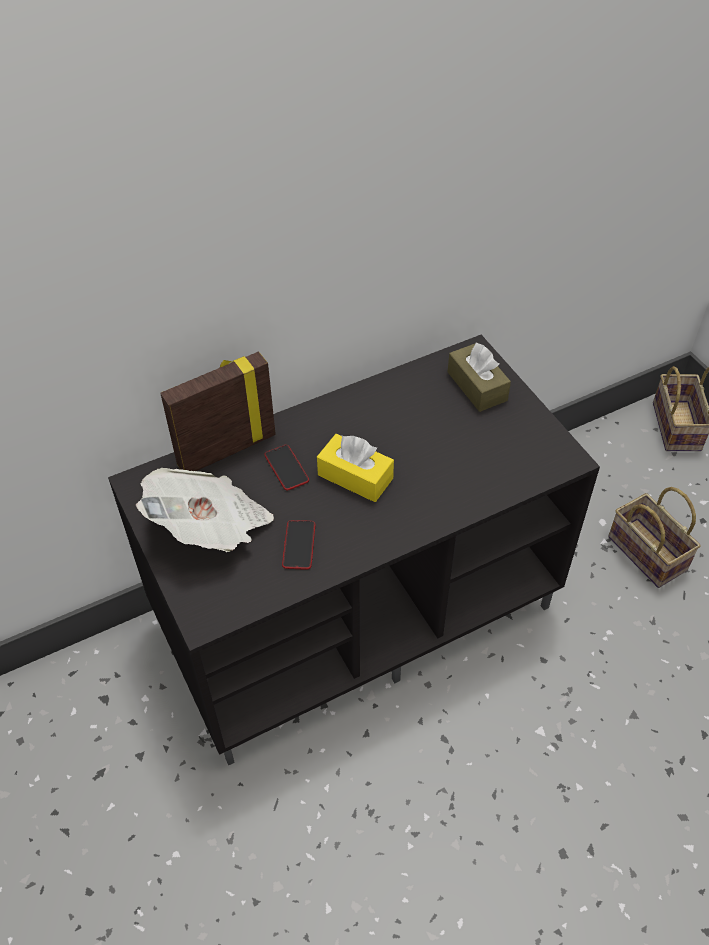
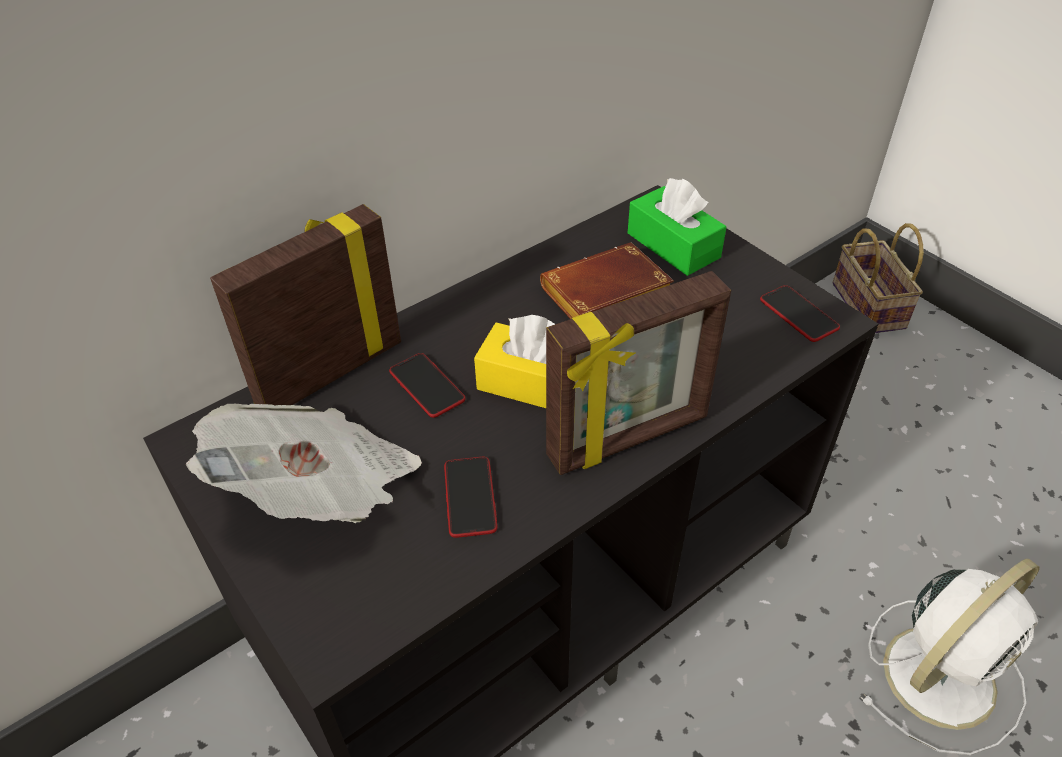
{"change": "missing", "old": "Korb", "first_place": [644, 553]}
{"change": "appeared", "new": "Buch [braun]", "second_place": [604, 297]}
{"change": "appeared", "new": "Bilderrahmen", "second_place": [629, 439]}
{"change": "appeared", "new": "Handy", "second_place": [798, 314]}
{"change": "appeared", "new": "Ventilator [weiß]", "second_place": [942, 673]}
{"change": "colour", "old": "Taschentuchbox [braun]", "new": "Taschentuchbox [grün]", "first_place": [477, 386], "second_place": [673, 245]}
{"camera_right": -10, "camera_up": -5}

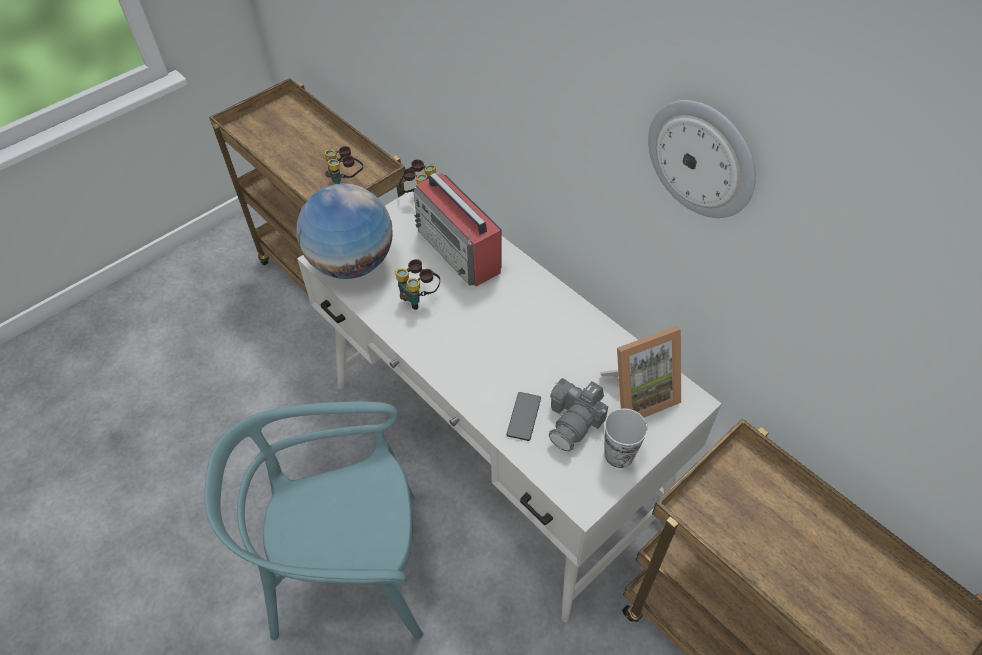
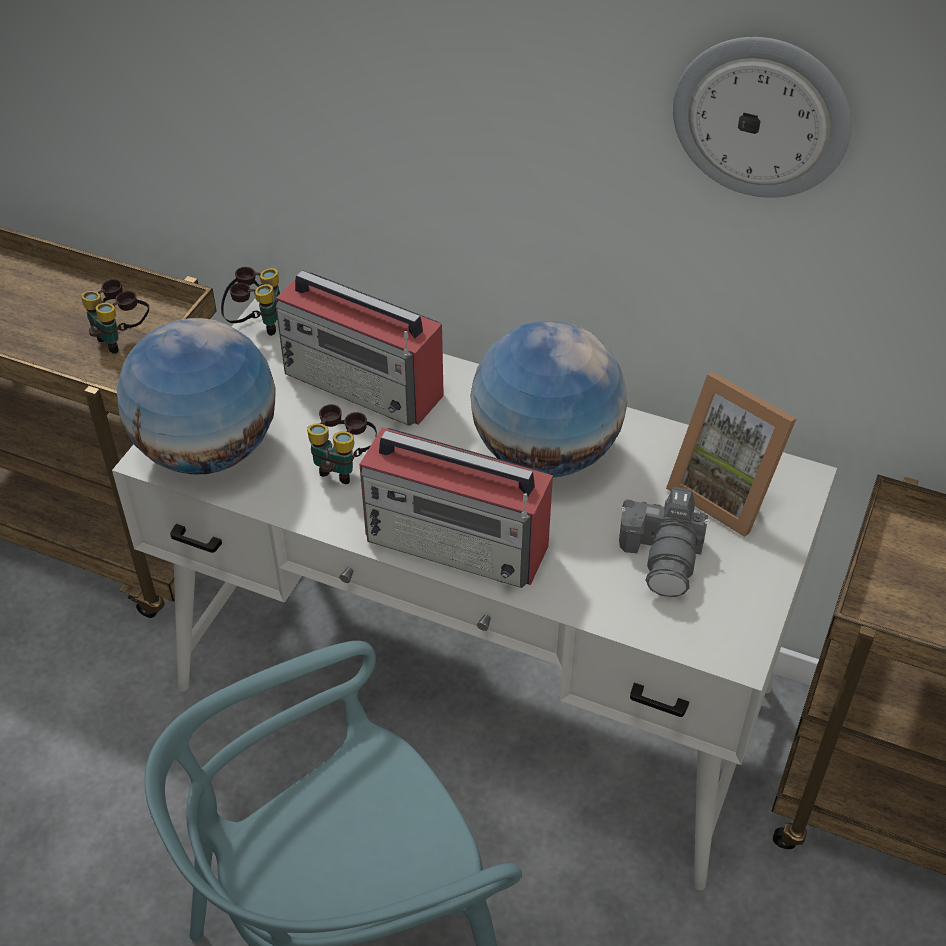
{"change": "missing", "old": "Handy", "first_place": [524, 417]}
{"change": "missing", "old": "Tasse", "first_place": [619, 454]}
{"change": "appeared", "new": "Radio", "second_place": [458, 543]}
{"change": "appeared", "new": "Globus", "second_place": [544, 453]}
{"change": "spun", "old": "Bilderrahmen", "first_place": [639, 394], "second_place": [727, 492], "degrees": 90}
{"camera_right": -25, "camera_up": -5}

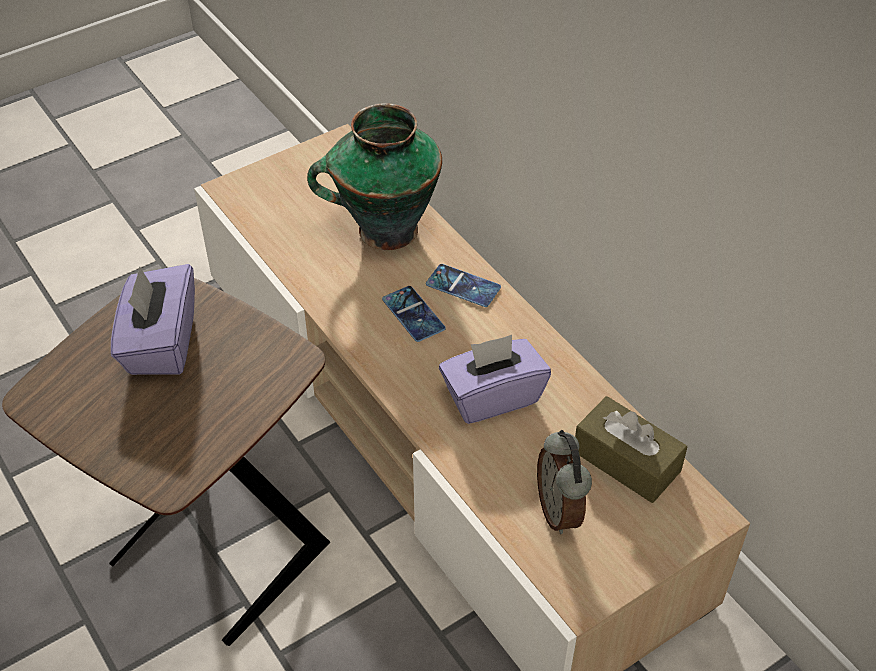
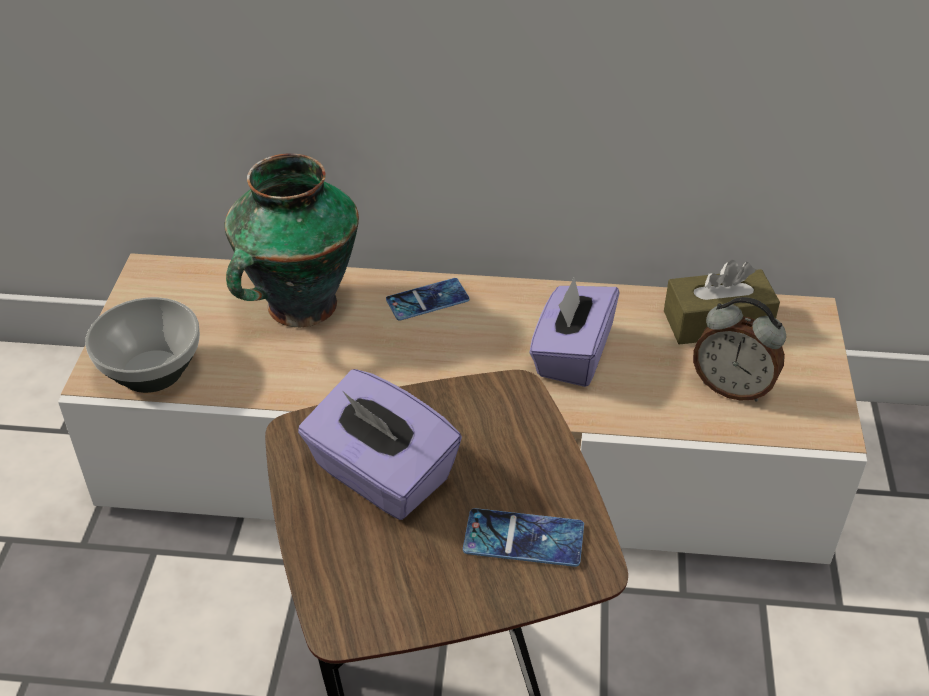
{"change": "appeared", "new": "Schüssel", "second_place": [153, 373]}
{"change": "relocated", "old": "Handy", "first_place": [413, 314], "second_place": [523, 538]}
{"camera_right": -50, "camera_up": -5}

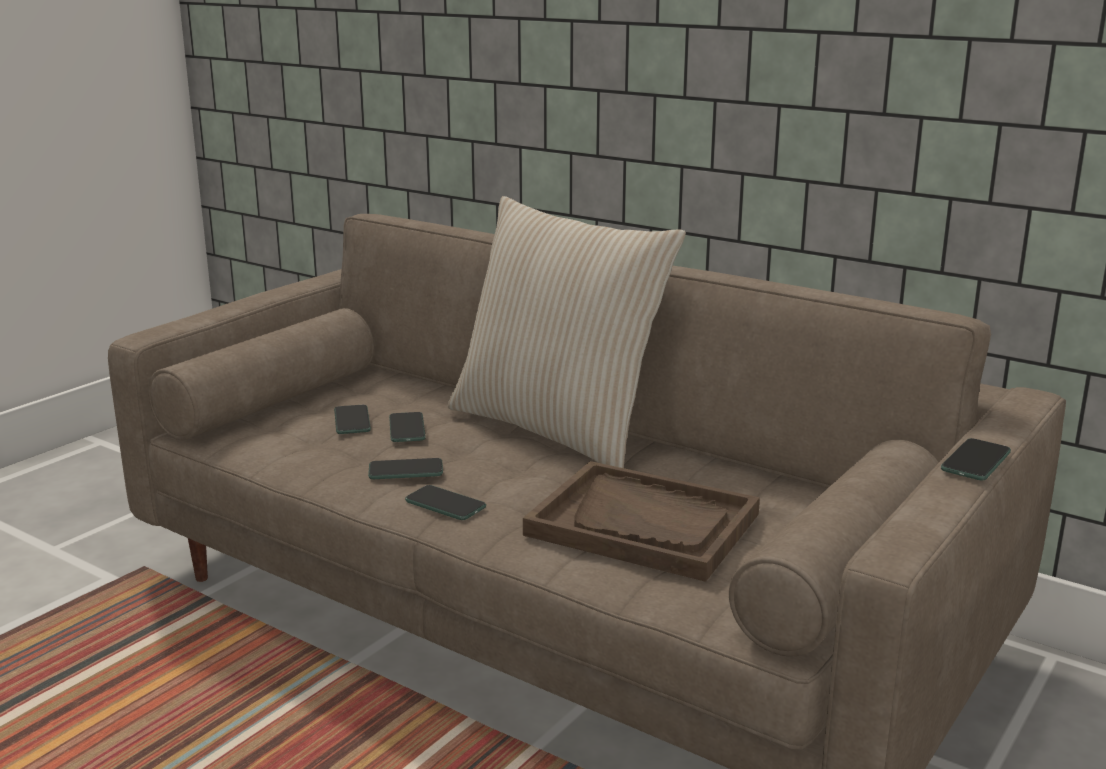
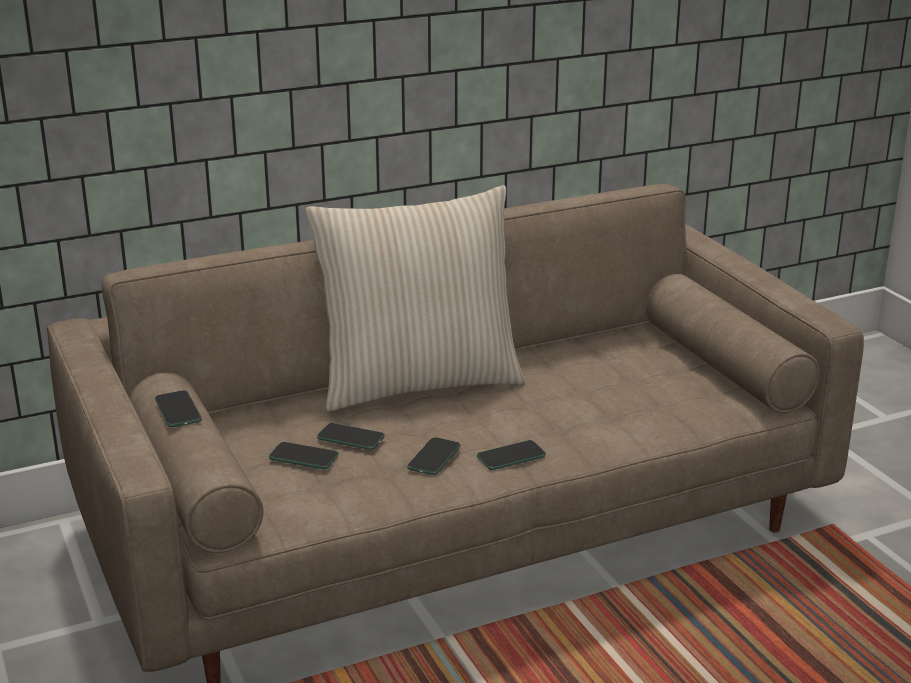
{"change": "missing", "old": "Tablett [braun]", "first_place": [643, 524]}
{"change": "relocated", "old": "Handy", "first_place": [975, 461], "second_place": [178, 410]}
{"camera_right": -60, "camera_up": 5}

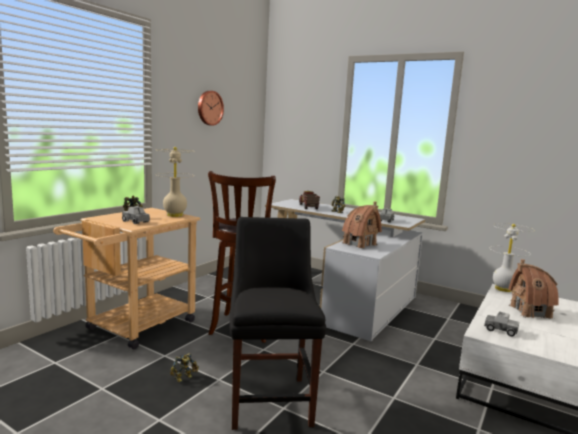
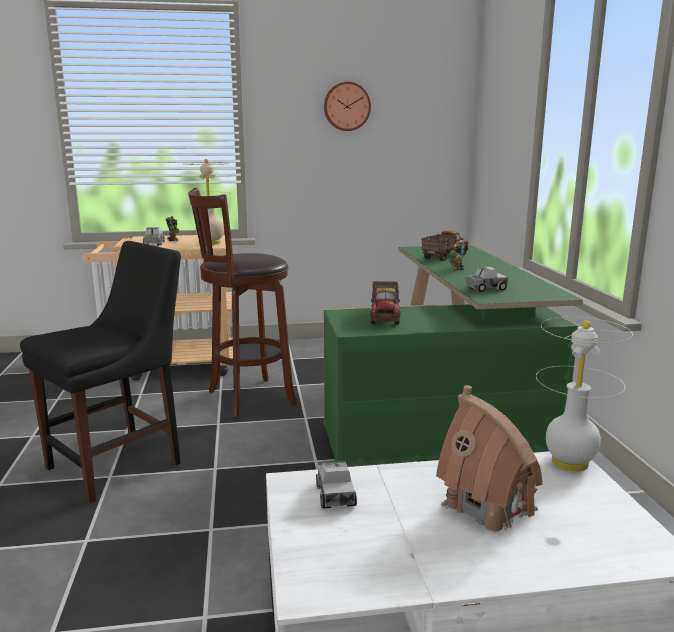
{"change": "missing", "old": "Spielzeugroboter", "first_place": [184, 378]}
{"change": "exchanged", "old": "Spielzeughaus", "new": "Spielzeuglaster", "first_place": [359, 244], "second_place": [385, 316]}
{"change": "colour", "old": "Schreibtisch [weiß]", "new": "Schreibtisch [grün]", "first_place": [342, 296], "second_place": [446, 409]}
{"camera_right": 50, "camera_up": 5}

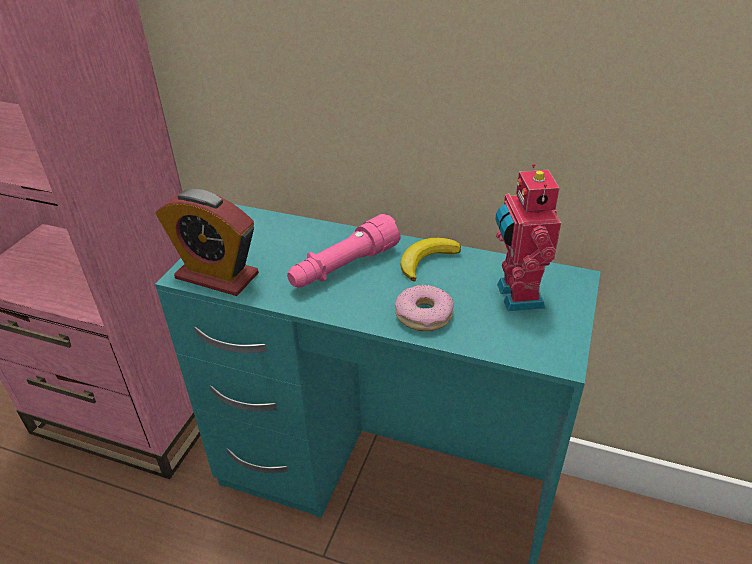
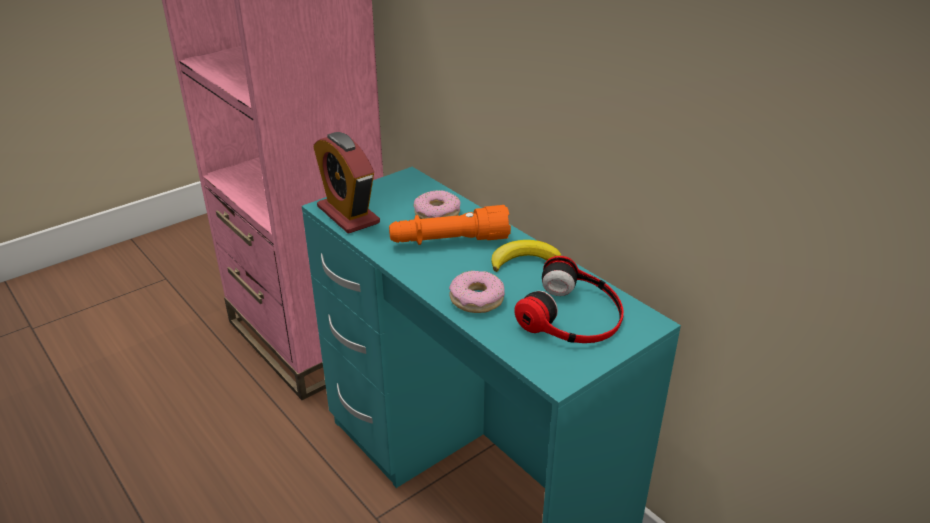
{"change": "appeared", "new": "Donut", "second_place": [437, 214]}
{"change": "exchanged", "old": "Spielzeugroboter", "new": "Kopfhörer", "first_place": [516, 296], "second_place": [573, 315]}
{"change": "colour", "old": "Taschenlampe [rosa]", "new": "Taschenlampe [orange]", "first_place": [343, 267], "second_place": [449, 241]}
{"camera_right": 30, "camera_up": -5}

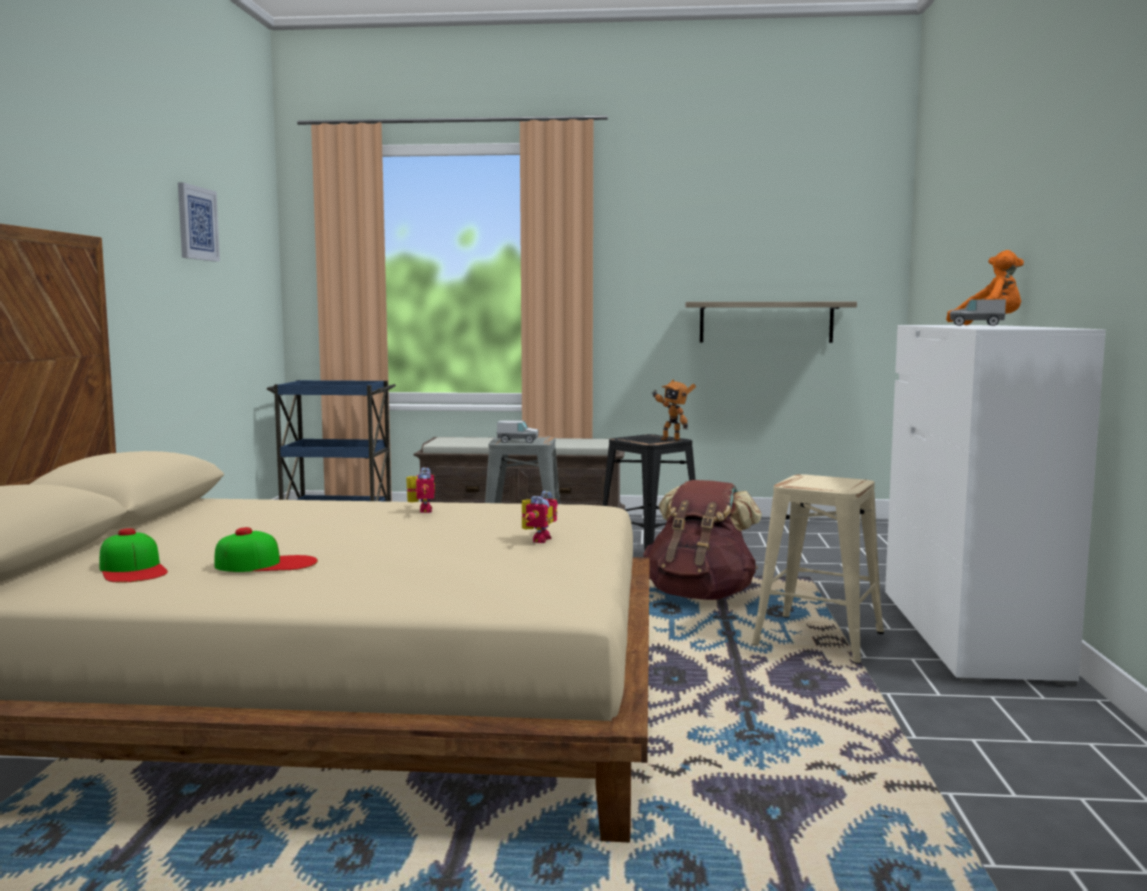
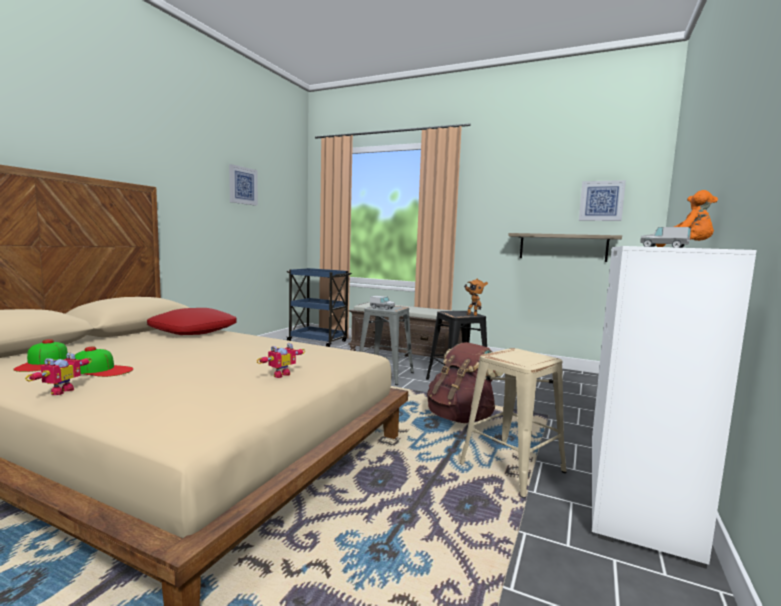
{"change": "appeared", "new": "Kissen [rot]", "second_place": [193, 331]}
{"change": "appeared", "new": "Bild", "second_place": [601, 201]}
{"change": "relocated", "old": "Spielzeugroboter", "first_place": [421, 510], "second_place": [59, 391]}
{"camera_right": 20, "camera_up": 0}

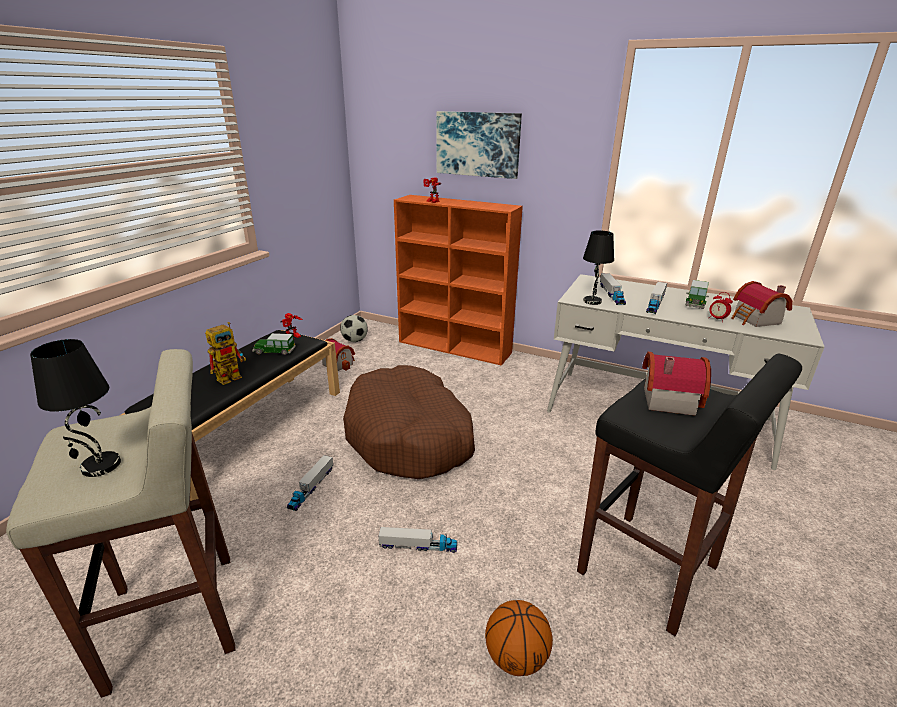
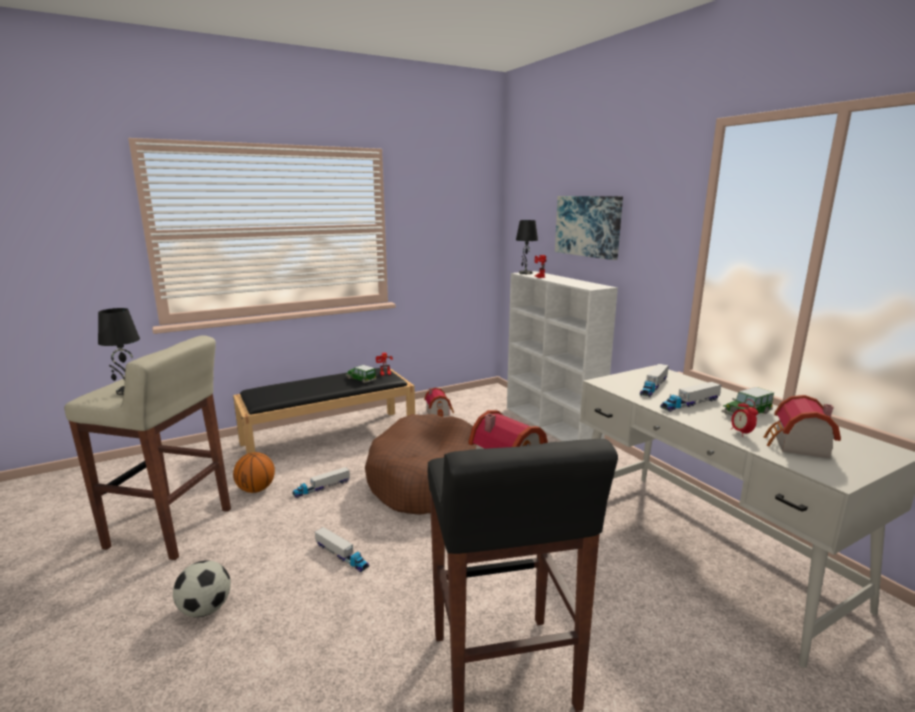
{"change": "missing", "old": "Spielzeugroboter", "first_place": [232, 376]}
{"change": "relocated", "old": "Fußball", "first_place": [354, 340], "second_place": [205, 609]}
{"change": "relocated", "old": "Basketball", "first_place": [516, 658], "second_place": [256, 489]}
{"change": "relocated", "old": "Tischlampe [schwarz]", "first_place": [592, 301], "second_place": [525, 273]}
{"change": "colour", "old": "Bücherregal [orange]", "new": "Bücherregal [weiß]", "first_place": [455, 347], "second_place": [552, 425]}
{"camera_right": 35, "camera_up": -10}

